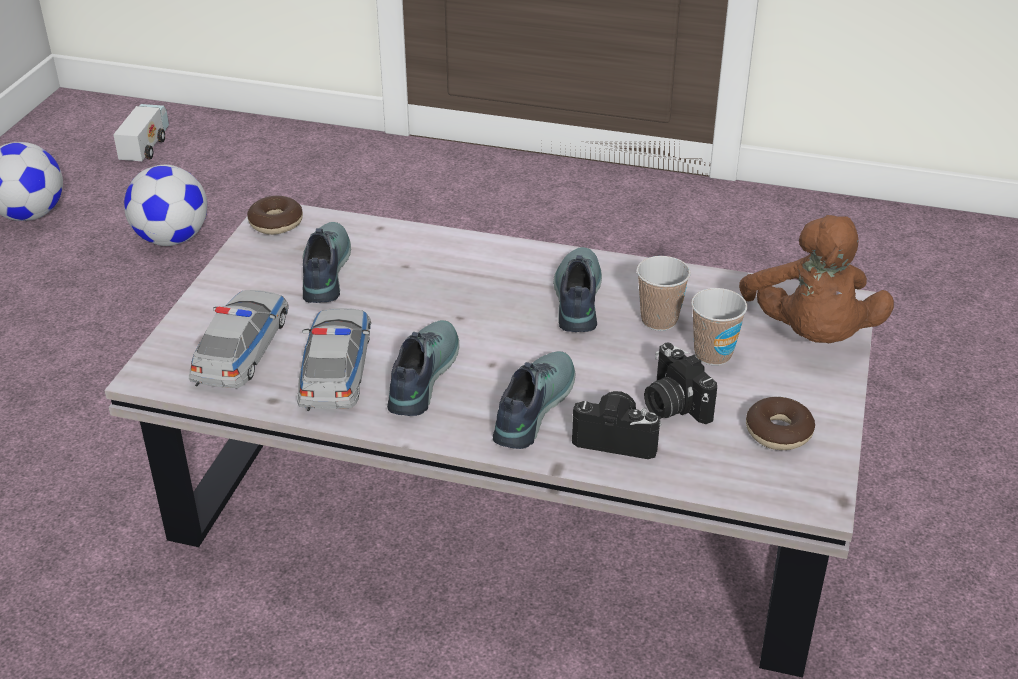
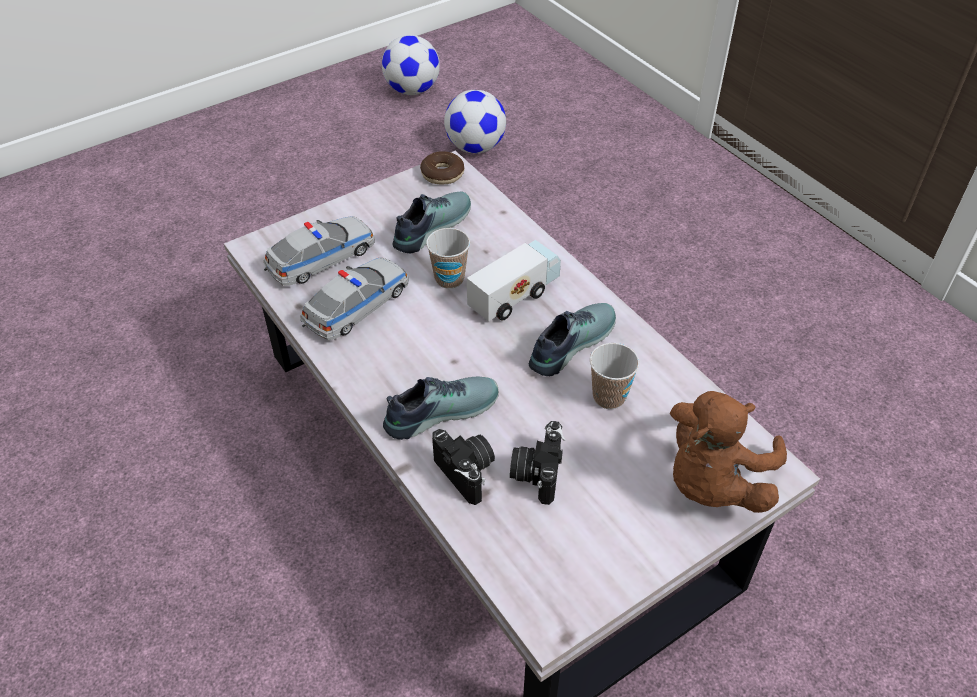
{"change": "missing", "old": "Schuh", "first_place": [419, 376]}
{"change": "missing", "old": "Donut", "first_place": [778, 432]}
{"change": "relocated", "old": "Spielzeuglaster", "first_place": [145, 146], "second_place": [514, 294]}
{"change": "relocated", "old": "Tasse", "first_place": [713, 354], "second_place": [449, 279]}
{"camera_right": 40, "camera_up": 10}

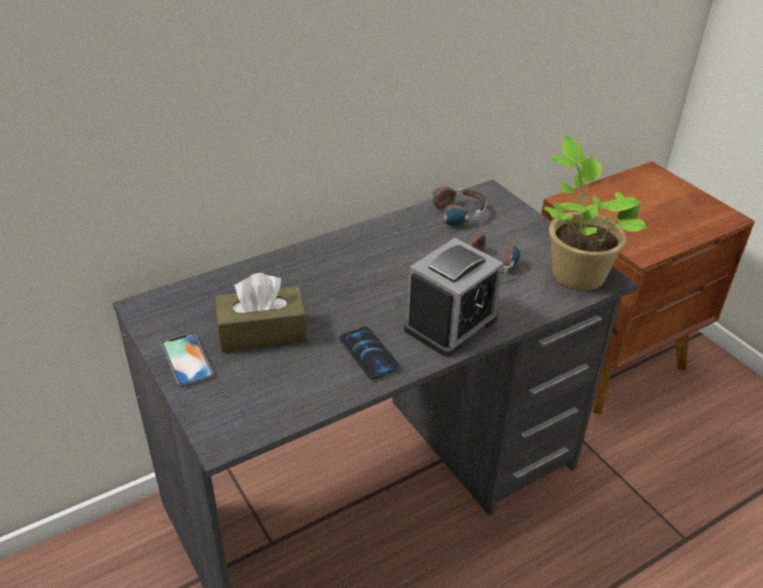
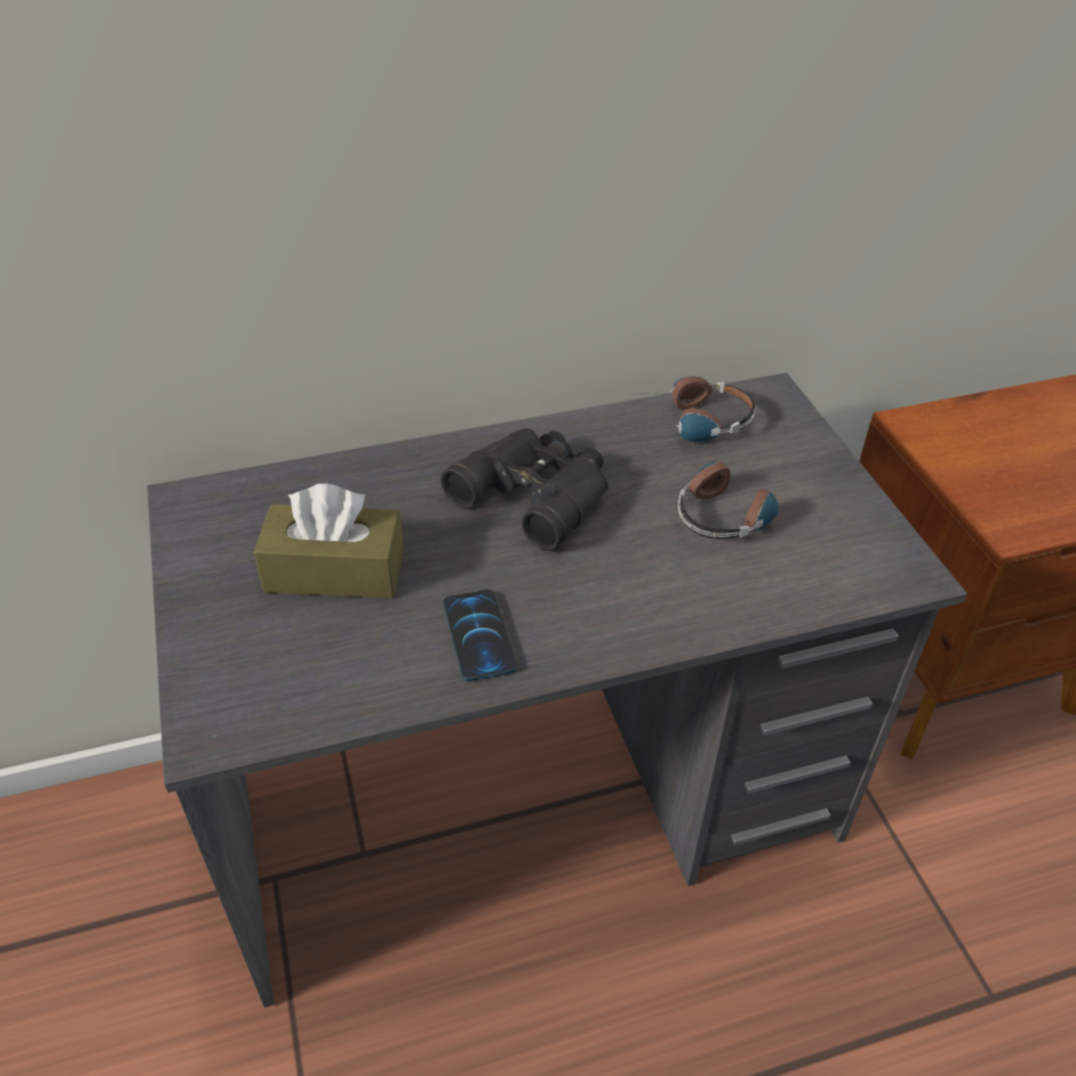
{"change": "missing", "old": "Handy", "first_place": [187, 360]}
{"change": "missing", "old": "Wecker", "first_place": [451, 324]}
{"change": "missing", "old": "Topfpflanze", "first_place": [575, 272]}
{"change": "appeared", "new": "Fernglas [schwarz]", "second_place": [537, 492]}
{"camera_right": 15, "camera_up": 5}

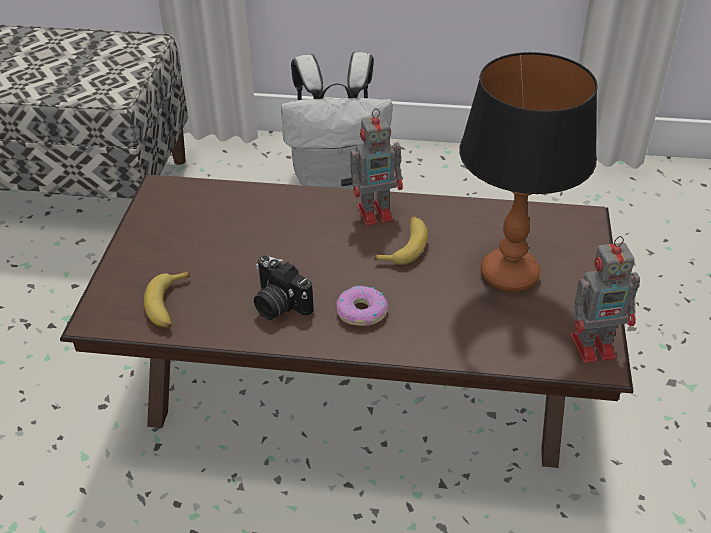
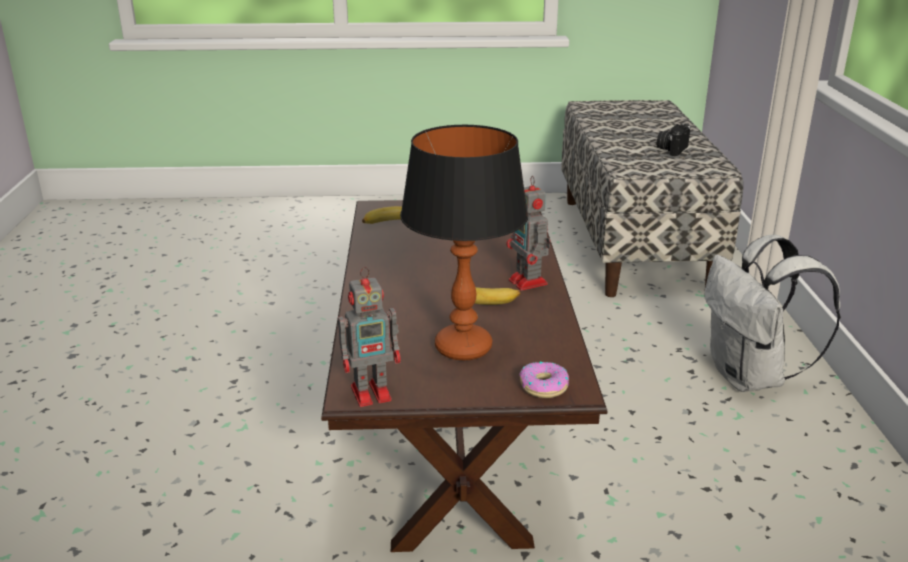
{"change": "relocated", "old": "Kamera", "first_place": [278, 305], "second_place": [672, 149]}
{"change": "relocated", "old": "Donut", "first_place": [361, 312], "second_place": [543, 386]}
{"change": "spun", "old": "Spielzeugroboter", "first_place": [595, 346], "second_place": [373, 393], "degrees": -90}
{"camera_right": 80, "camera_up": -15}

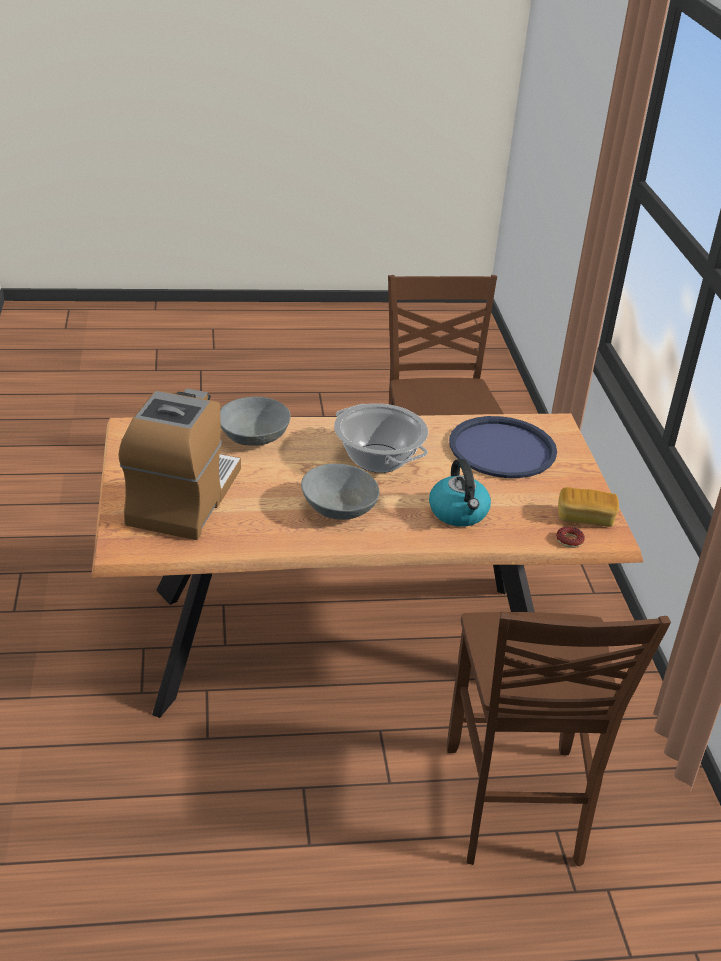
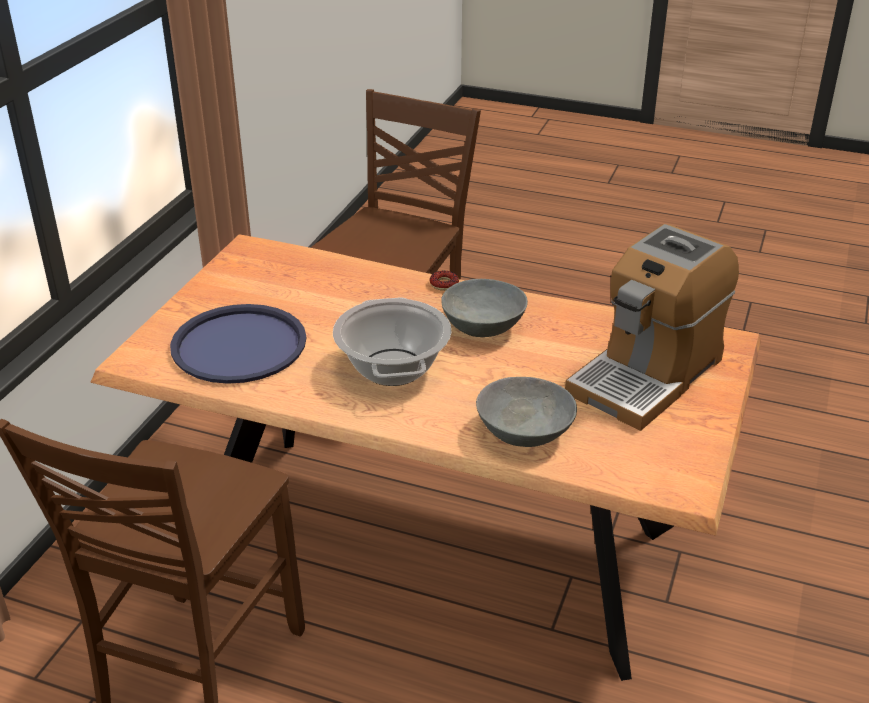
{"change": "missing", "old": "Wasserkessel", "first_place": [459, 513]}
{"change": "missing", "old": "Brot", "first_place": [585, 518]}
{"change": "relocated", "old": "Donut", "first_place": [569, 540], "second_place": [444, 284]}
{"camera_right": -150, "camera_up": 0}

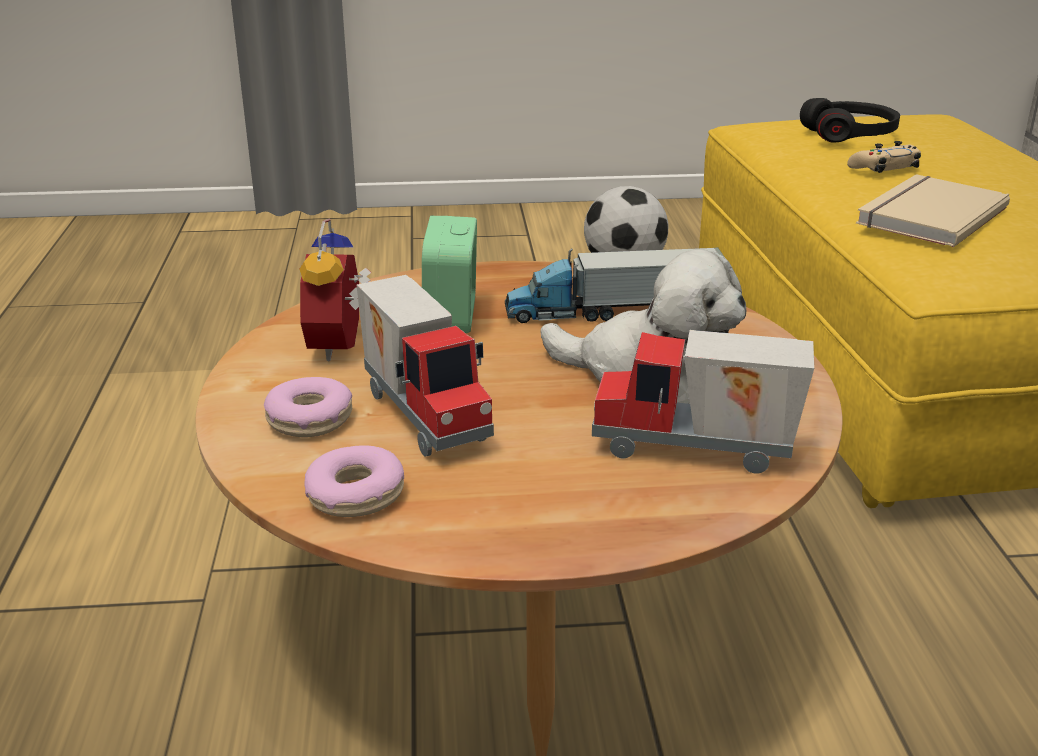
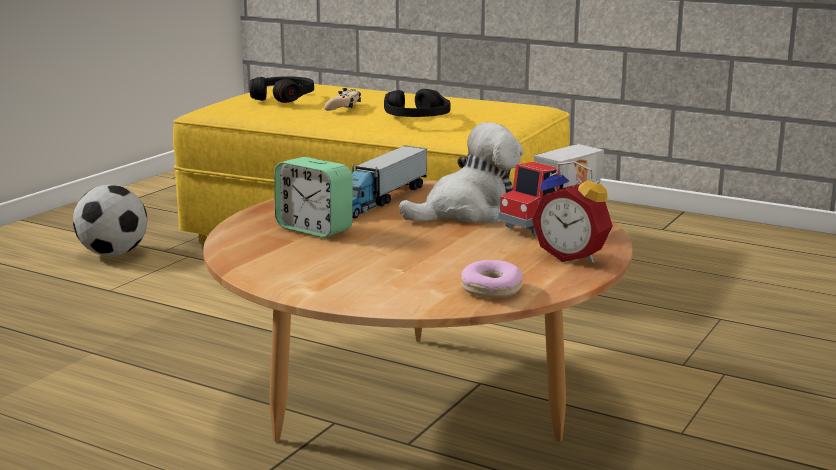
{"change": "missing", "old": "Donut", "first_place": [310, 419]}
{"change": "missing", "old": "Spielzeuglaster", "first_place": [428, 414]}
{"change": "relocated", "old": "Wecker", "first_place": [342, 346], "second_place": [573, 256]}
{"change": "exchanged", "old": "Buch [beige]", "new": "Kopfhörer [schwarz]", "first_place": [927, 215], "second_place": [417, 118]}
{"camera_right": -55, "camera_up": -10}

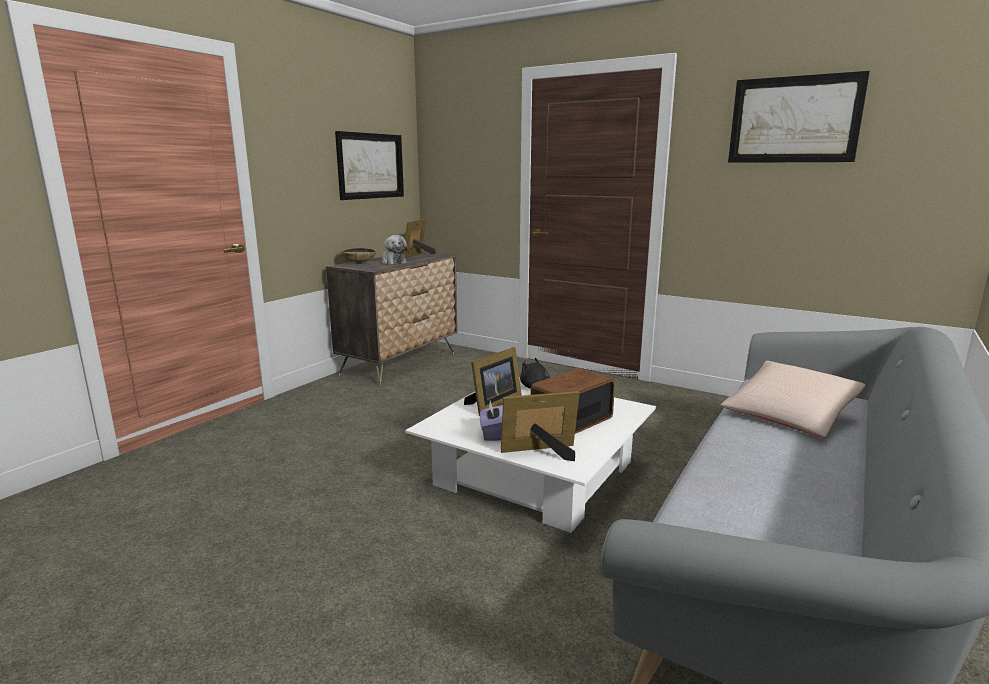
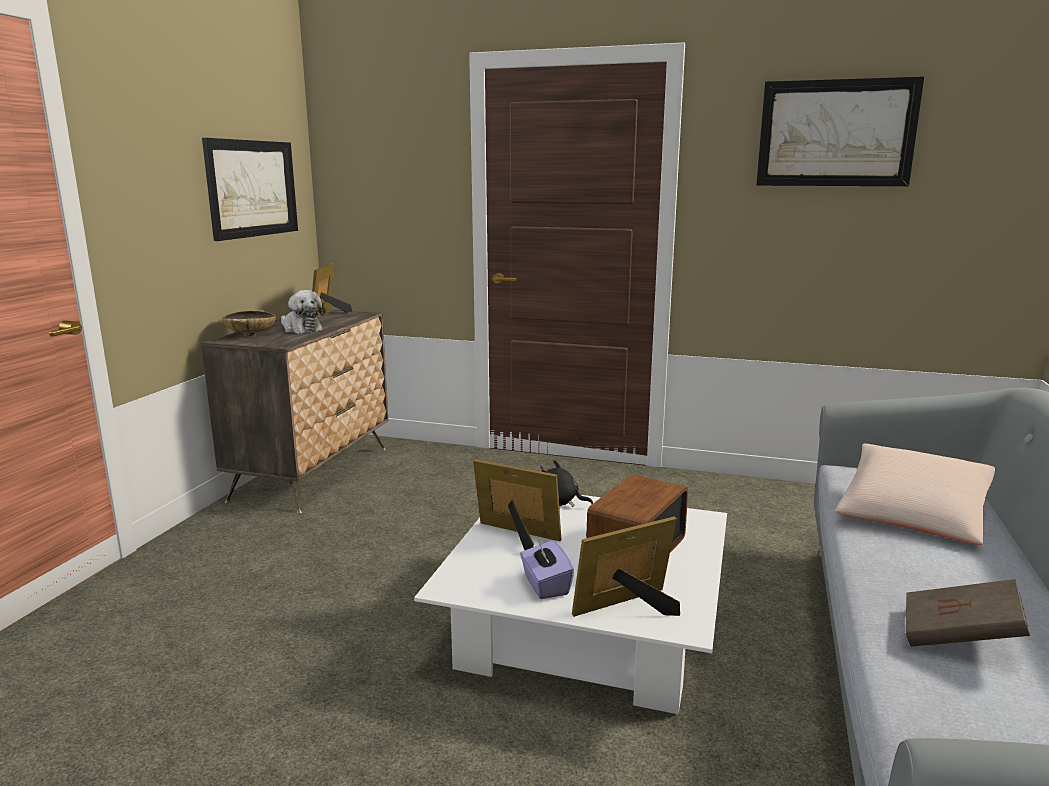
{"change": "appeared", "new": "Buch [braun]", "second_place": [958, 637]}
{"change": "spun", "old": "Bilderrahmen", "first_place": [493, 404], "second_place": [517, 537], "degrees": -90}
{"camera_right": -15, "camera_up": 0}

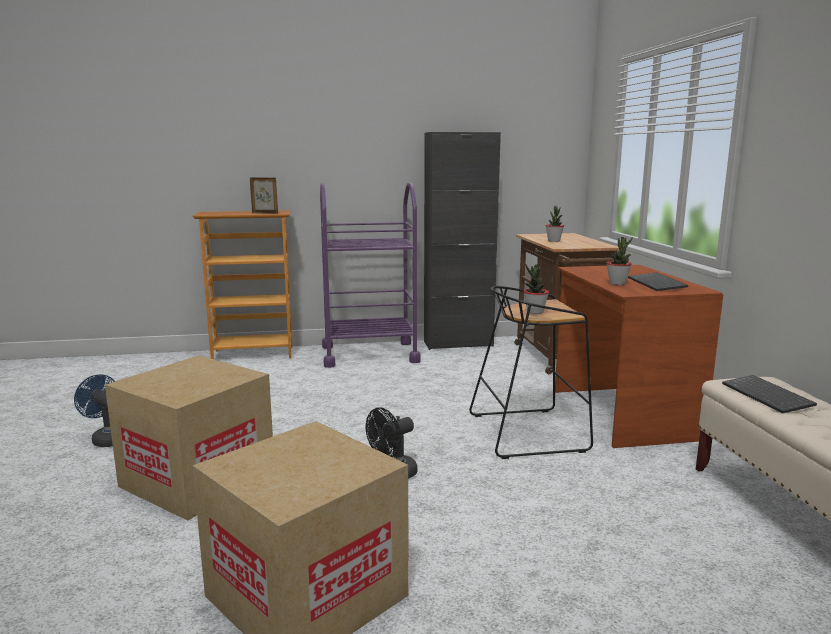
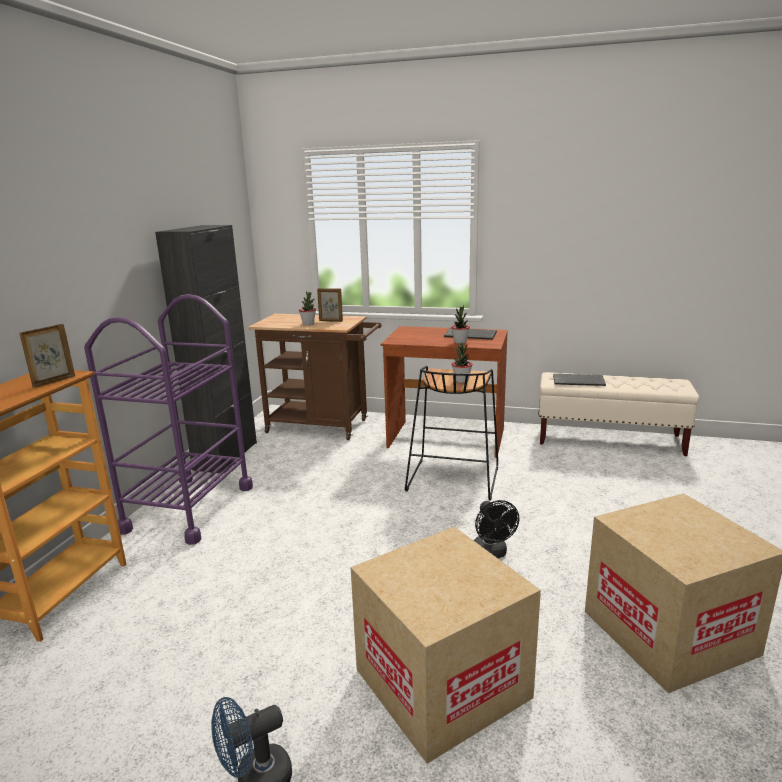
{"change": "appeared", "new": "Bilderrahmen", "second_place": [330, 321]}
{"camera_right": -65, "camera_up": 5}

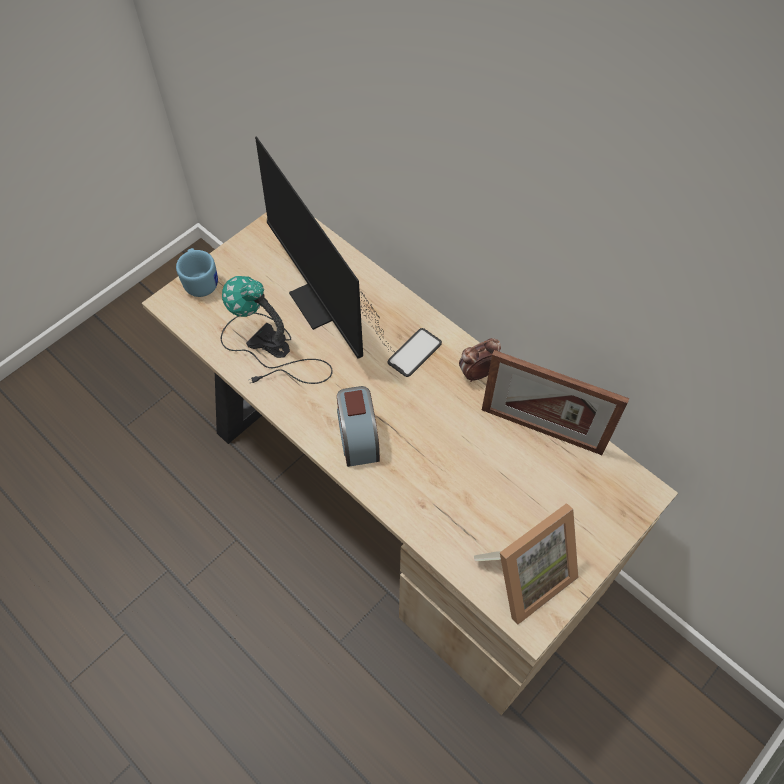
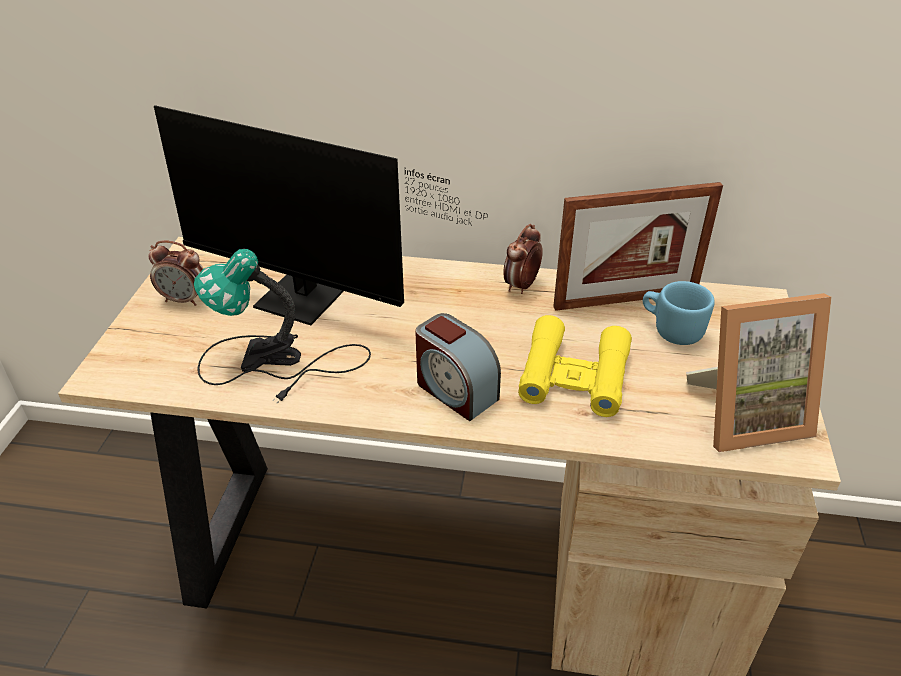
{"change": "missing", "old": "Handy", "first_place": [414, 353]}
{"change": "appeared", "new": "Wecker", "second_place": [184, 300]}
{"change": "appeared", "new": "Fernglas [gelb]", "second_place": [574, 376]}
{"change": "relocated", "old": "Henkelbecher [blau]", "first_place": [201, 281], "second_place": [671, 330]}
{"change": "spun", "old": "Bilderrahmen", "first_place": [525, 575], "second_place": [745, 416], "degrees": 60}
{"camera_right": -35, "camera_up": -20}

